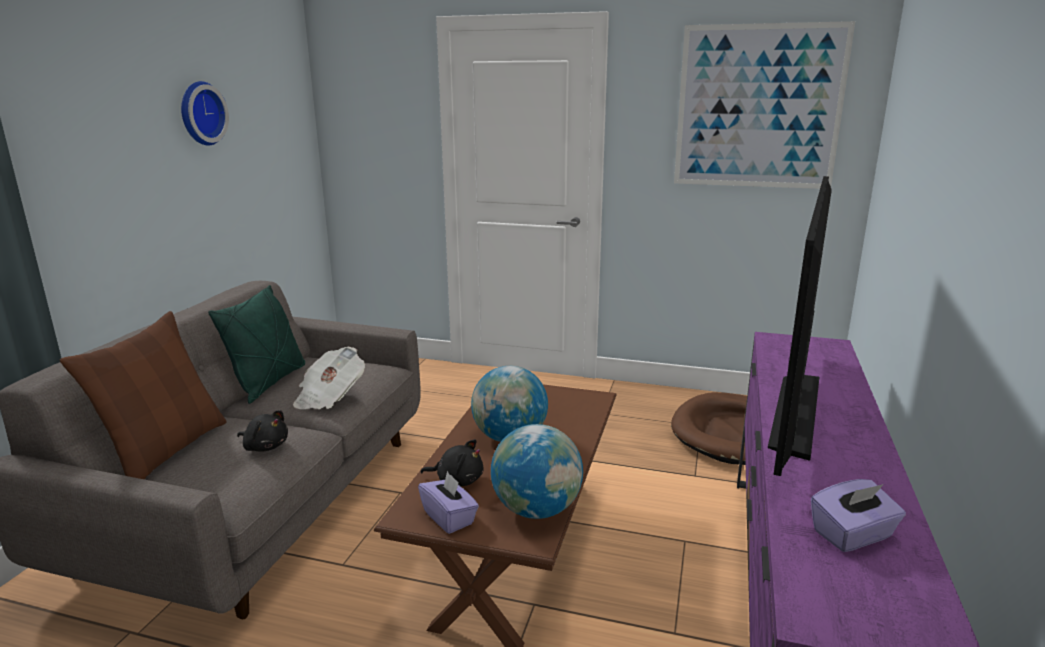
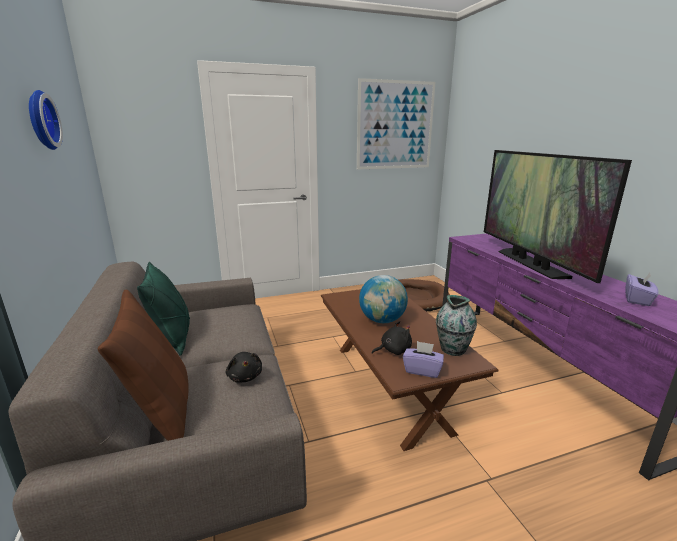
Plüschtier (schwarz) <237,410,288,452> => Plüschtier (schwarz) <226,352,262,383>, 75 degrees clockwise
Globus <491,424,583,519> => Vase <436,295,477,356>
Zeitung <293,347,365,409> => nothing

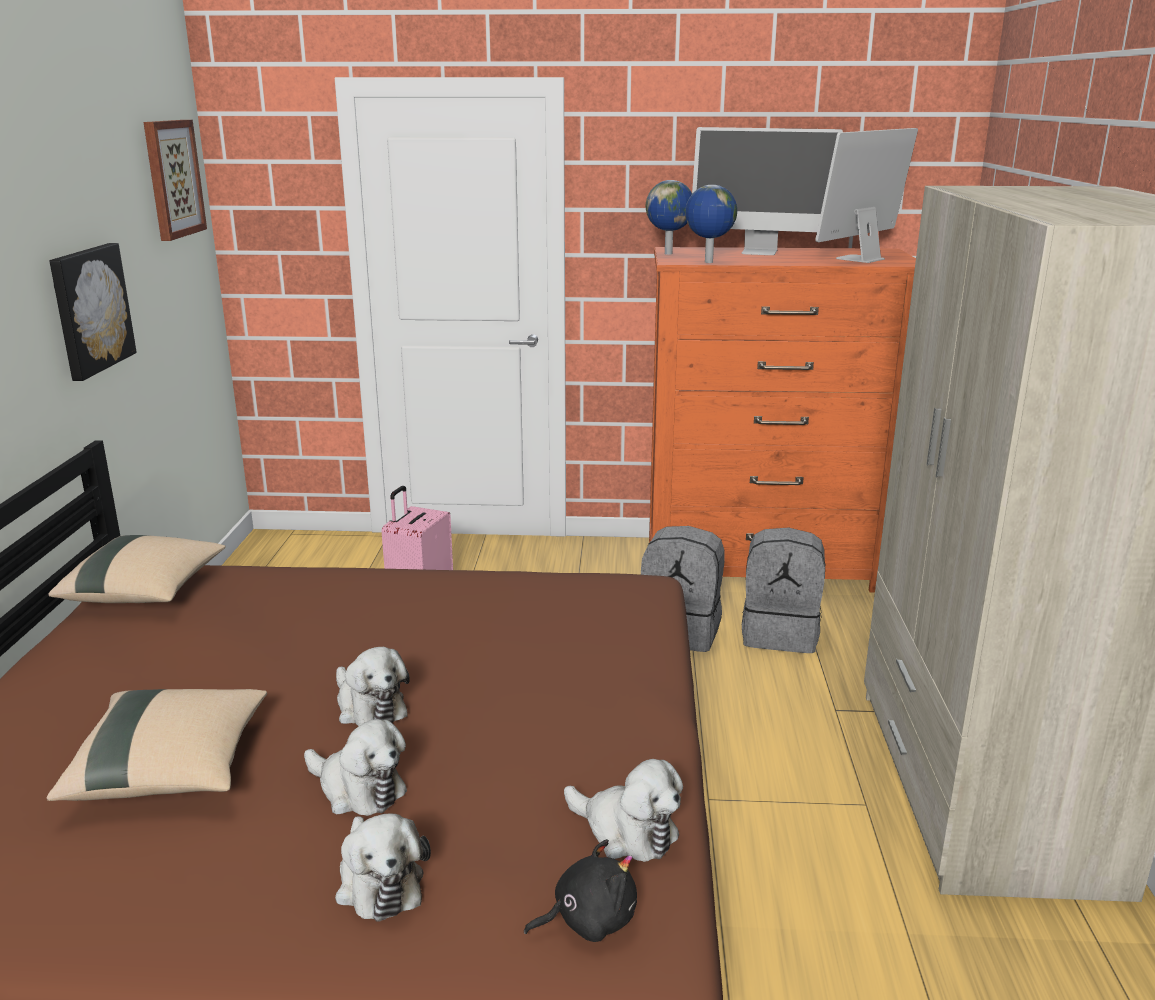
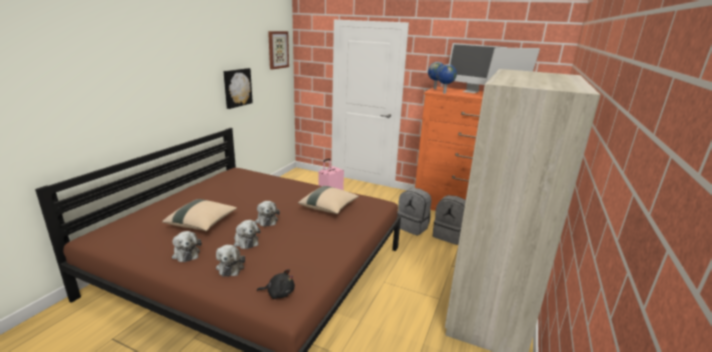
Plüschtier <564,759,683,862> => Plüschtier <172,231,202,262>, relocated
Kissen (beige) <48,535,226,603> => Kissen (beige) <298,186,359,214>, relocated

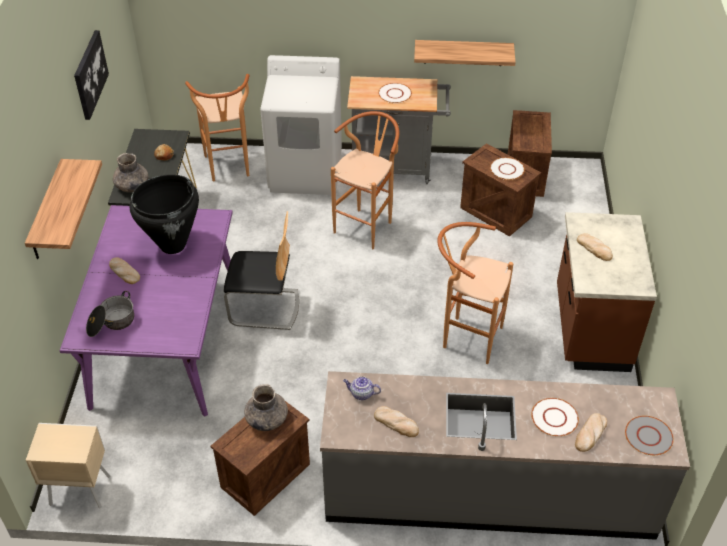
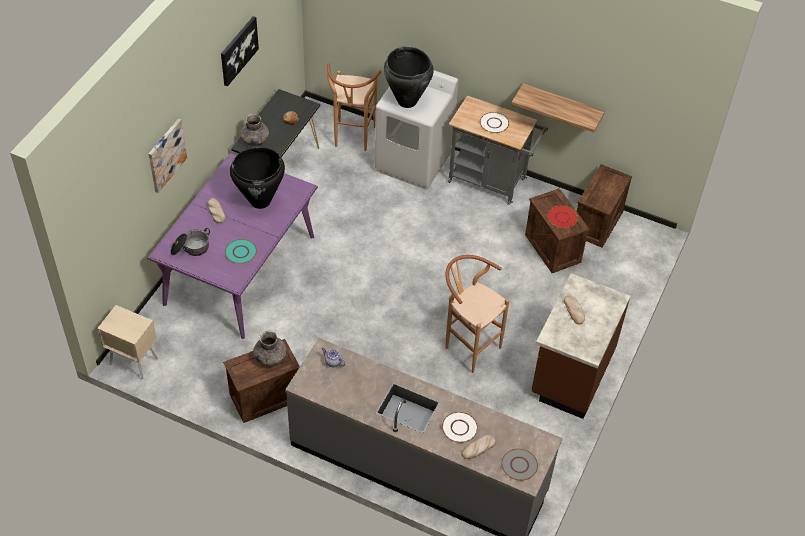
Wandregal <25,159,102,259> => Bild <149,118,187,193>
nothing => Teller (türkis) <225,239,257,264>
nothing => Vase (schwarz) <384,46,434,108>
Teller (weiß) <490,157,525,180> => Teller (rot) <548,205,578,228>
Stuhl <224,211,299,330> => nothing
Hocker (braun) <331,111,399,249> => nothing
Brot <374,406,419,437> => nothing

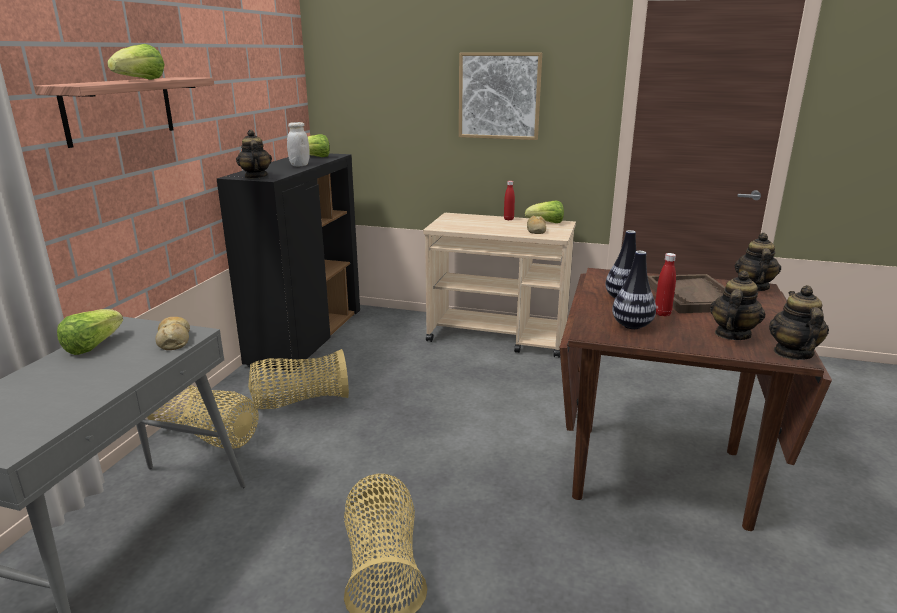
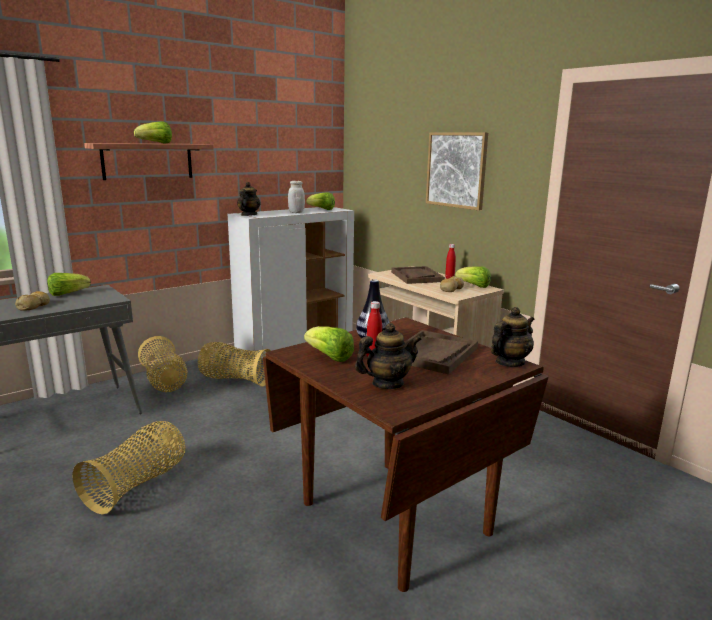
Brot <156,317,190,350> => Brot <15,291,50,311>, relocated
Schrank (schwarz) <217,154,360,373> => Schrank (weiß) <228,207,354,361>
Vase <612,251,656,329> => Salatkopf <304,326,354,362>
nothing => Tablett (braun) <391,266,445,284>
Teekanne <769,285,829,360> => nothing

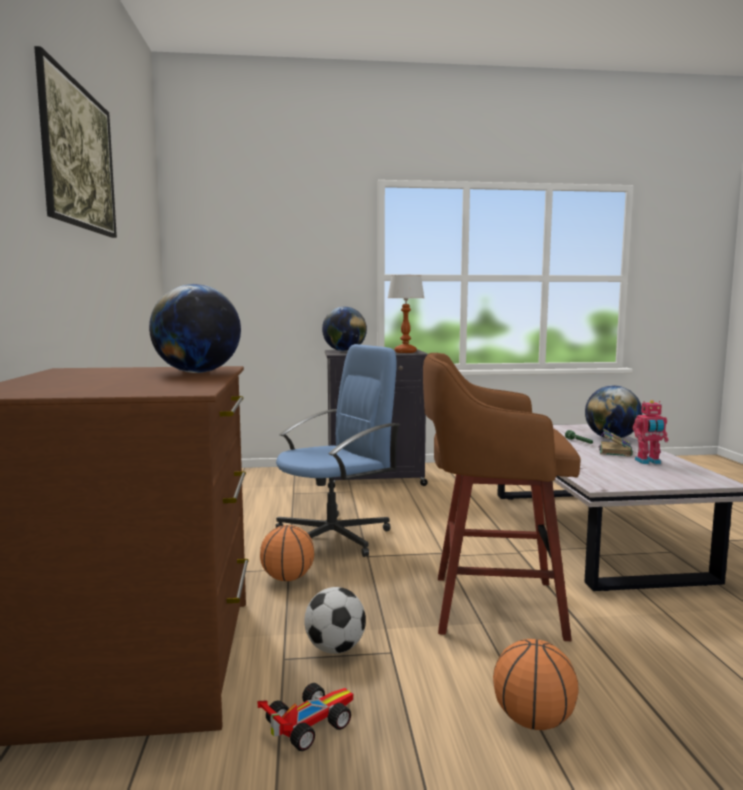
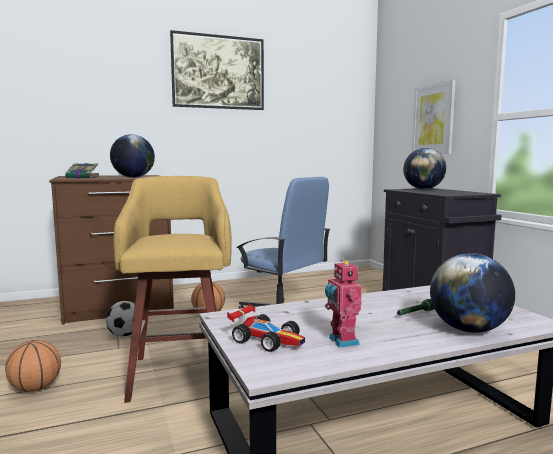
Buch <599,429,633,457> => Buch <65,163,100,178>, relocated
Hocker (braun) <423,353,581,641> => Hocker (gelb) <113,176,232,403>
Spielzeugauto <258,683,354,751> => Spielzeugauto <227,303,305,352>, relocated
nothing => Bild <412,80,456,154>
Tischlampe <388,275,424,353> => nothing

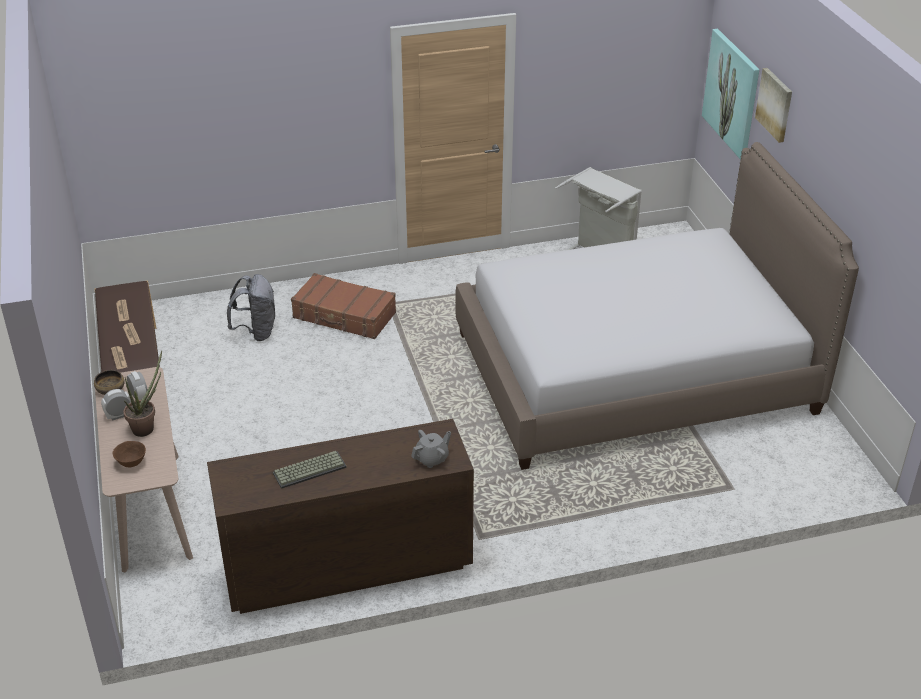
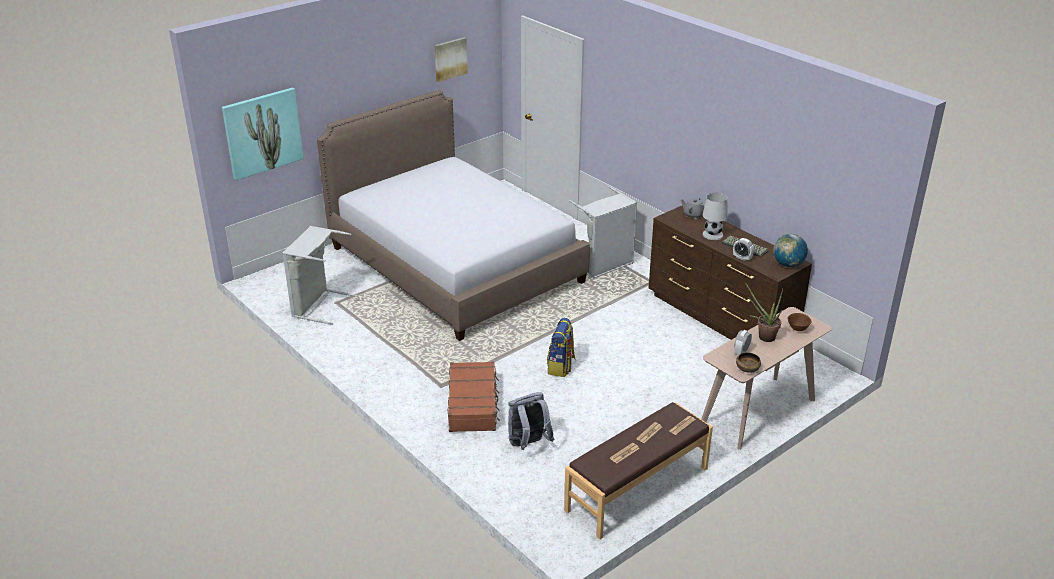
Bild <755,68,792,143> => Bild <434,37,468,82>, relocated
nothing => Rucksack <547,318,576,377>
nothing => Wäschekorb (grau) <569,186,637,279>
nothing => Tischlampe (weiß) <702,193,728,240>
Wecker <101,389,131,421> => Wecker <733,238,754,261>, relocated
nothing => Globus <773,234,808,267>

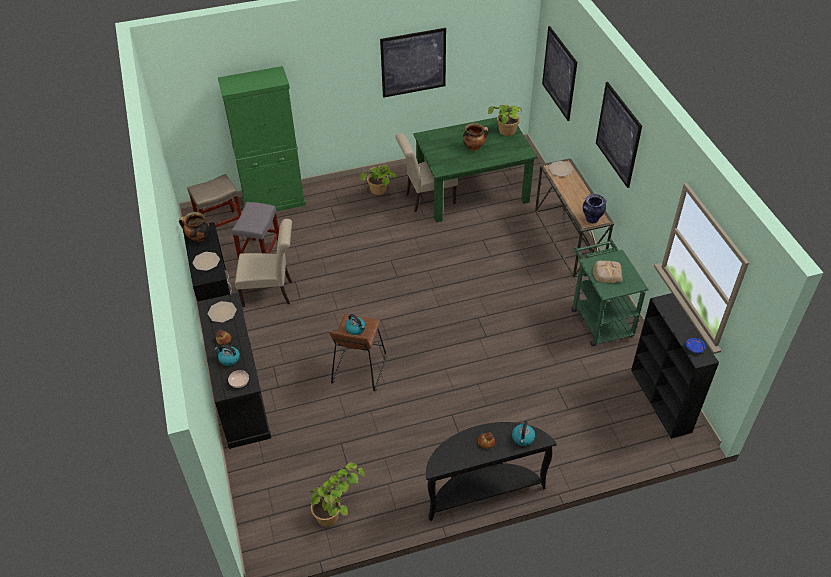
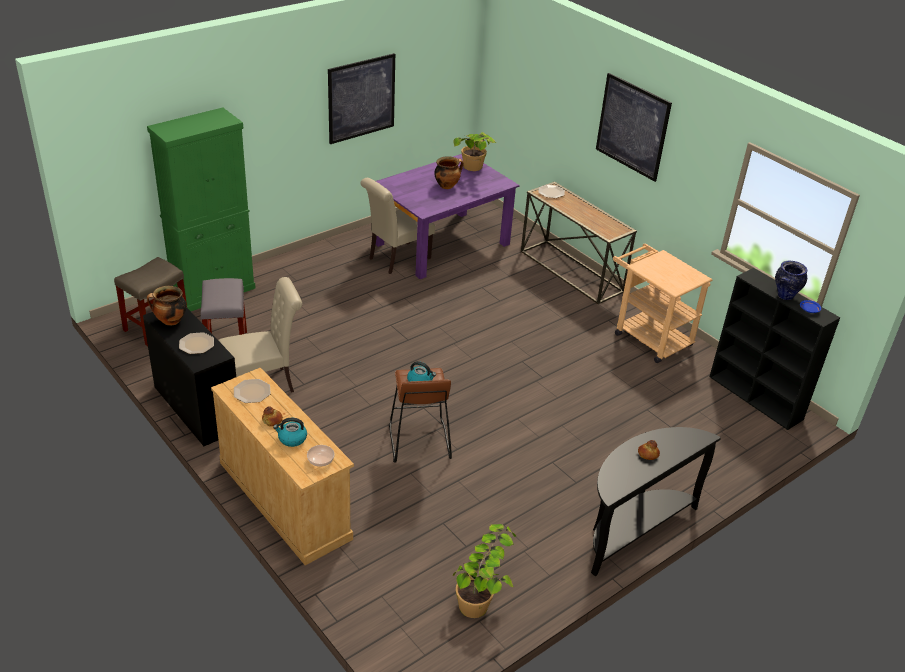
Kommode (schwarz) <197,293,271,449> => Kommode (beige) <211,367,354,565>
Esstisch (grün) <413,117,537,222> => Esstisch (lila) <376,154,520,279>
Rollwagen (grün) <571,239,649,346> => Rollwagen (beige) <613,243,712,363>
Vase <582,194,607,223> => Vase <775,261,807,300>, relocated
Topfpflanze <360,164,396,195> => nothing
Wasserkessel <512,421,535,446> => nothing
Bild <542,26,577,121> => nothing
Brot <593,261,623,283> => nothing

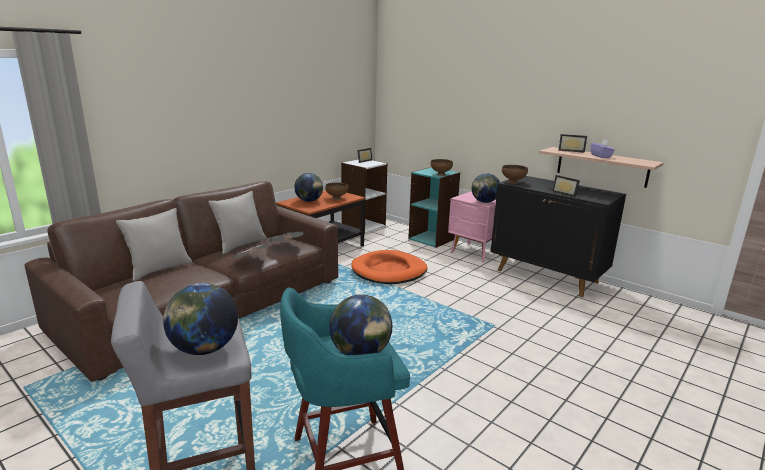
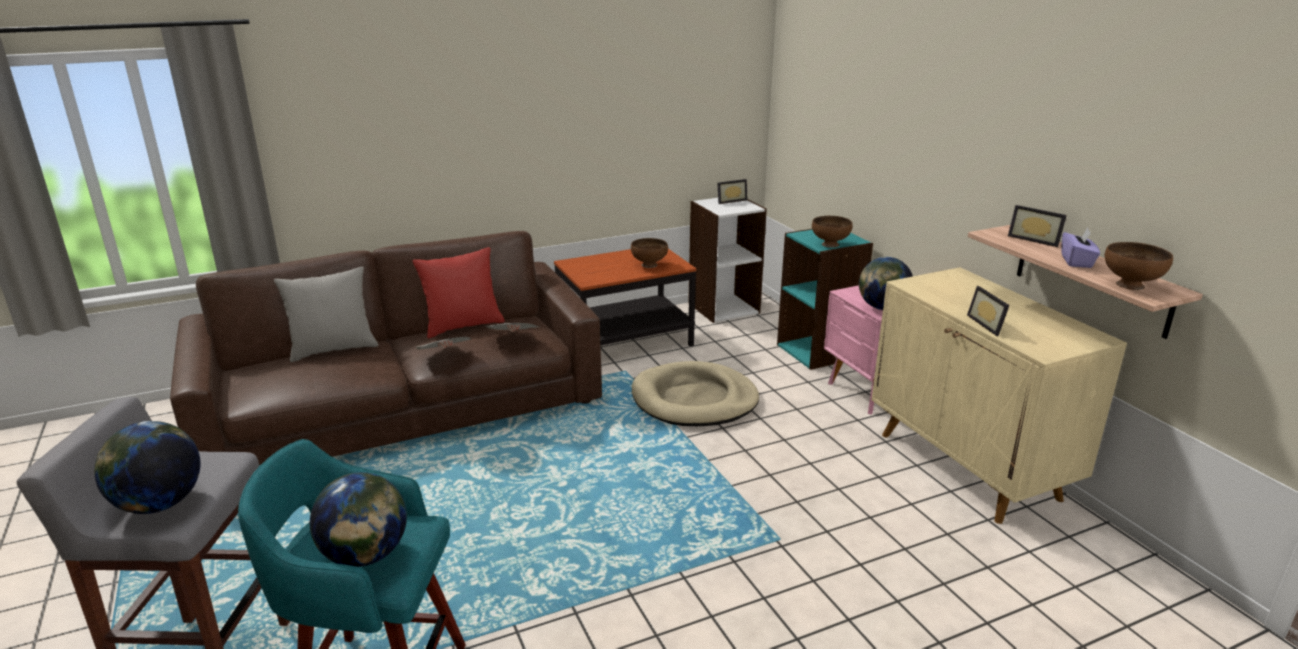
Kissen (grau) <209,191,267,254> => Kissen (rot) <413,247,505,338>
Hundebett (orange) <351,250,427,284> => Hundebett (beige) <632,361,759,426>
Schrank (schwarz) <491,176,626,297> => Schrank (beige) <871,267,1127,524>
Schüssel (braun) <502,165,528,184> => Schüssel (braun) <1105,242,1173,290>, relocated
Globus <294,173,323,202> => nothing

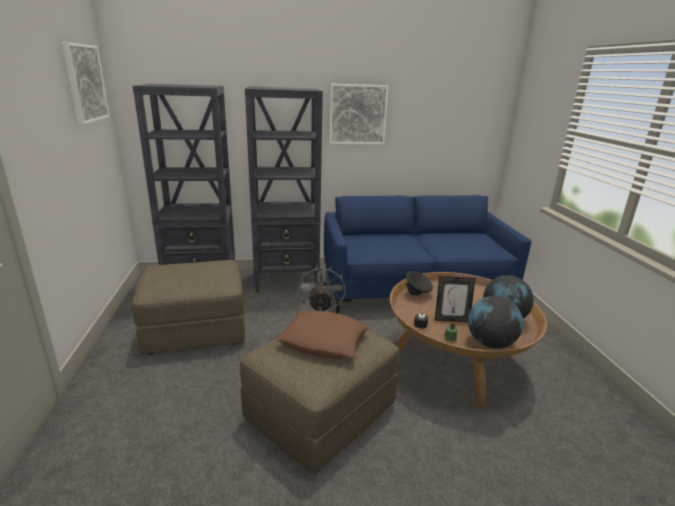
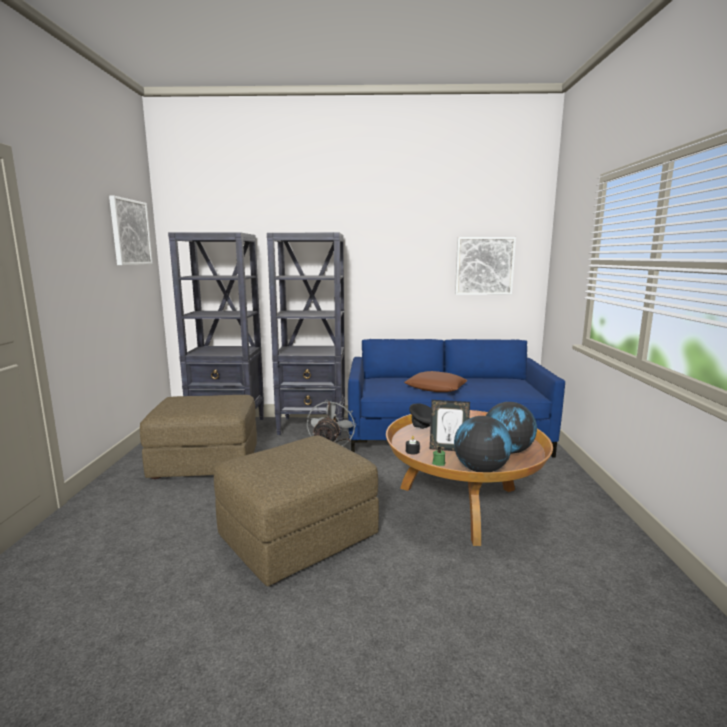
Kissen (braun) <276,310,369,358> => Kissen (braun) <404,371,468,392>, relocated
Bild <329,84,389,145> => Bild <455,237,516,295>, relocated

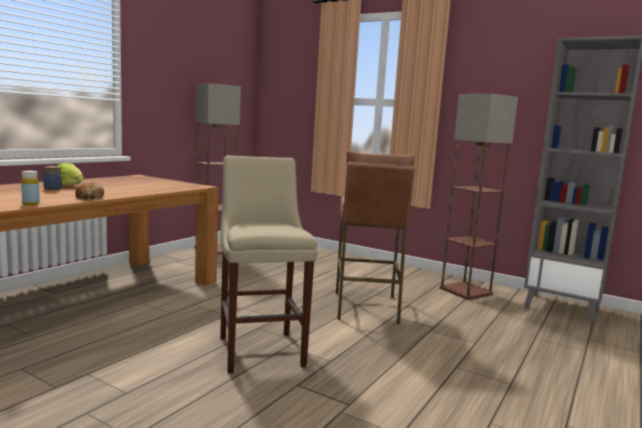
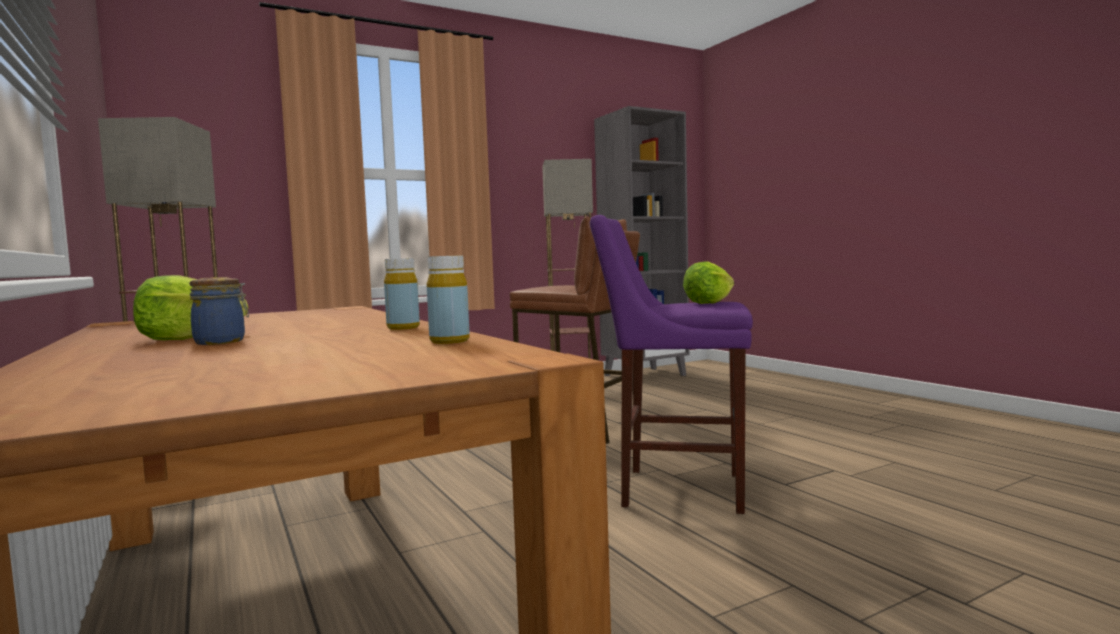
Brot <75,181,104,200> => Flasche (gelb) <384,258,420,330>
Hocker (beige) <220,156,318,374> => Hocker (lila) <590,215,753,514>
nothing => Salatkopf <683,261,734,304>

